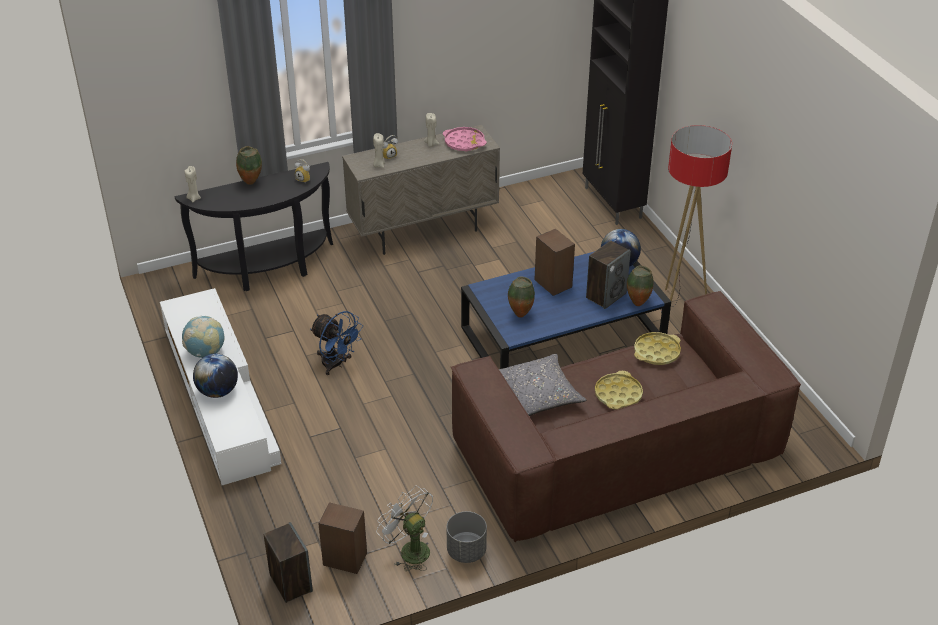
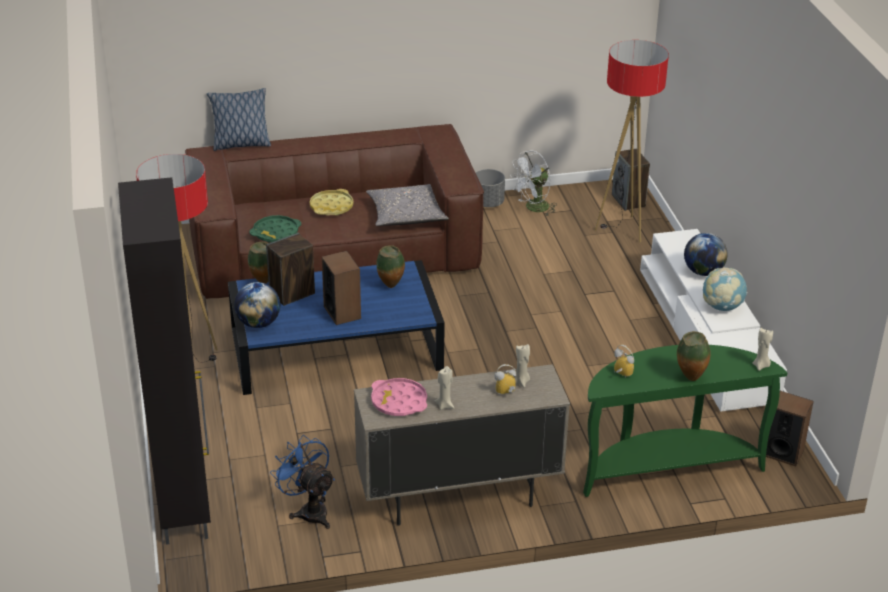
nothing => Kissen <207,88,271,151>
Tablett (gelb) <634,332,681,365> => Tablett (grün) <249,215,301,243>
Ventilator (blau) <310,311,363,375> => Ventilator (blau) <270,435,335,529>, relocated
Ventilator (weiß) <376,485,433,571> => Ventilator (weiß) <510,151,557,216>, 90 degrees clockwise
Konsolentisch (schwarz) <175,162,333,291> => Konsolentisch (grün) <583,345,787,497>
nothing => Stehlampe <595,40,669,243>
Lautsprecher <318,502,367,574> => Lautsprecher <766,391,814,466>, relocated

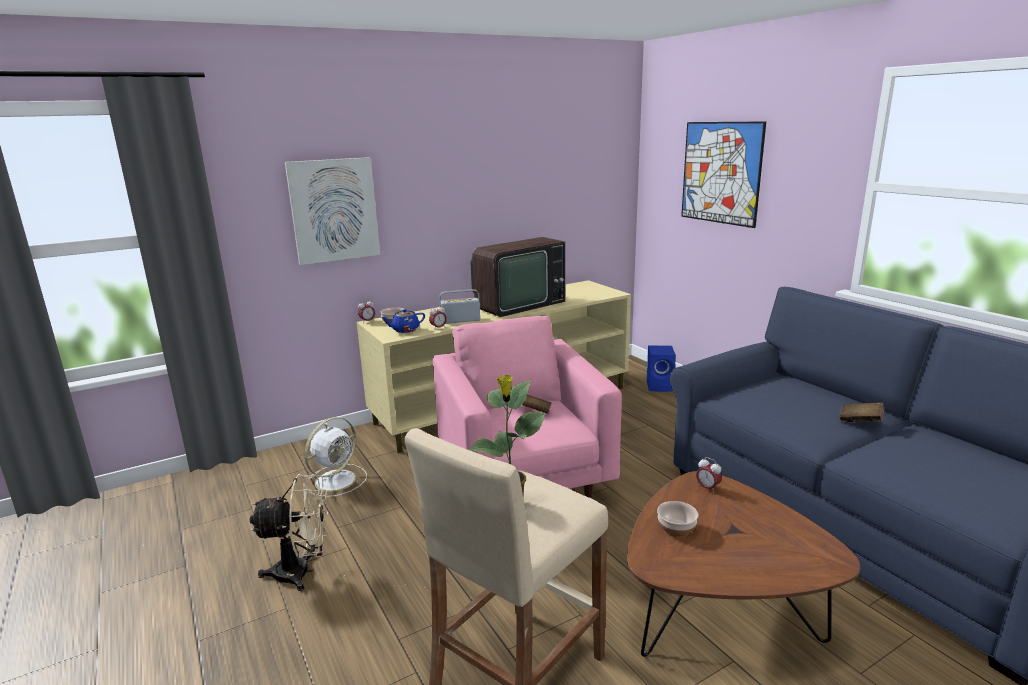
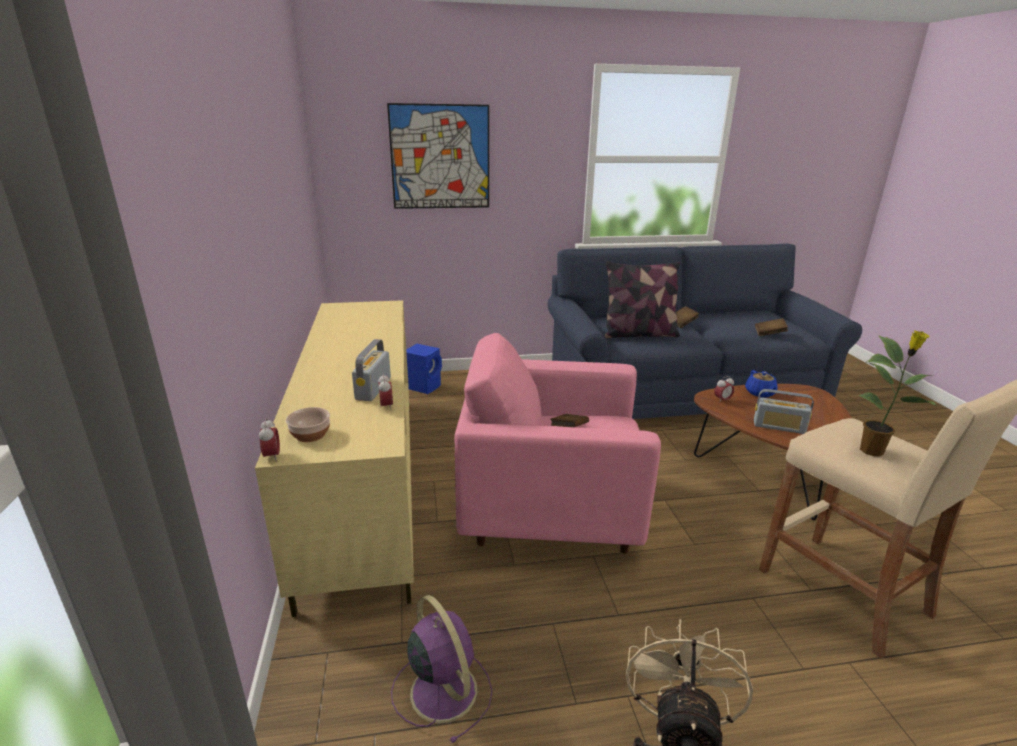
Ventilator (weiß) <303,417,367,497> => Ventilator (lila) <391,595,492,744>
nothing => Kissen <604,261,680,339>
Teekanne (blau) <381,309,425,333> => Teekanne (blau) <745,370,778,398>, relocated
Schüssel <657,501,698,537> => Radio <754,389,814,434>
nothing => Buch (braun) <755,318,788,336>
Bild <285,157,380,265> => nothing
Fernseher <471,237,565,317> => nothing

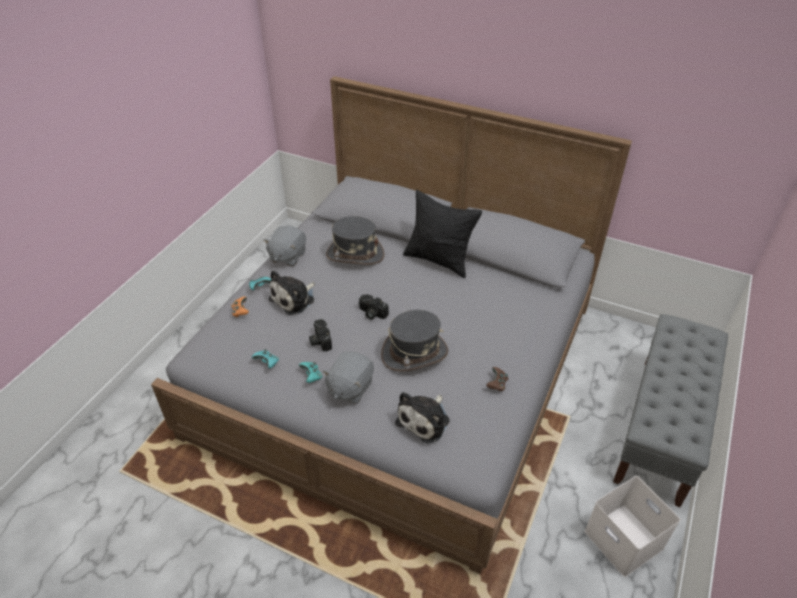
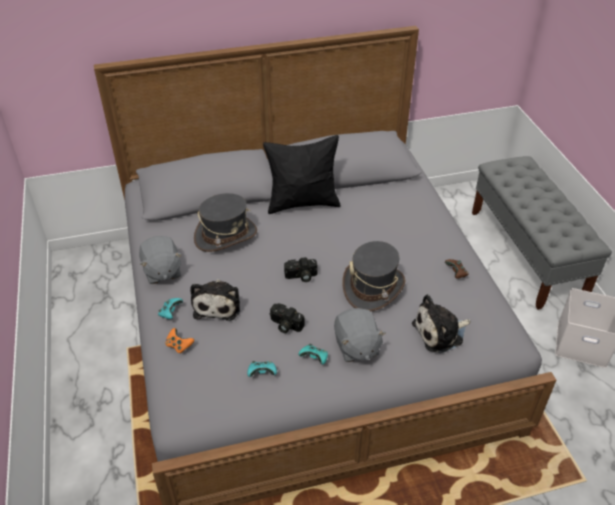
Plüschtier <395,392,450,444> => Plüschtier <412,294,470,353>, 75 degrees clockwise

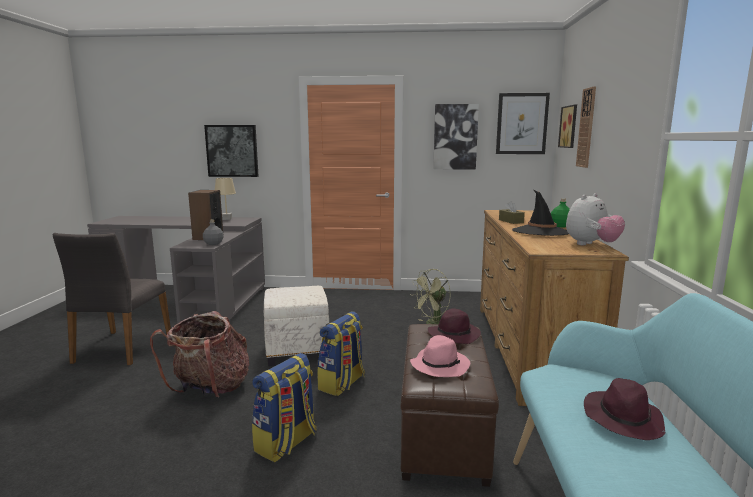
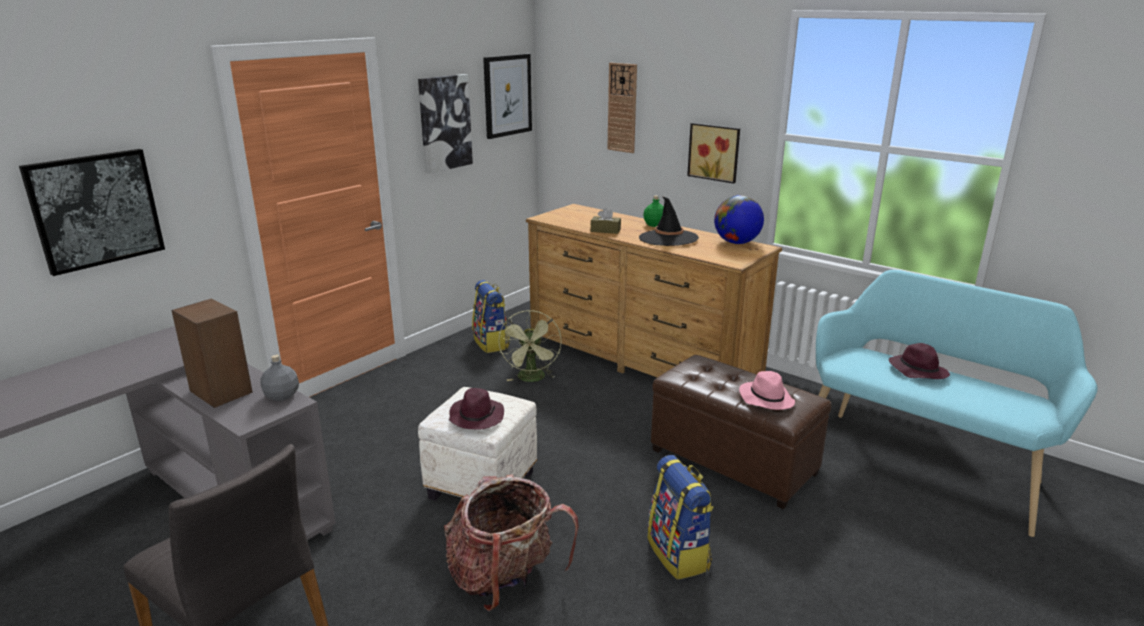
Hut (lila) <428,309,481,344> => Hut (lila) <449,388,504,429>, relocated
Rucksack <317,311,365,396> => Rucksack <472,280,510,353>, relocated
Bild <558,104,577,148> => Bild <687,123,740,184>, relocated
Plüschtier <566,193,625,245> => Globus <714,195,764,244>
Tischlampe (beige) <215,178,236,220> => nothing

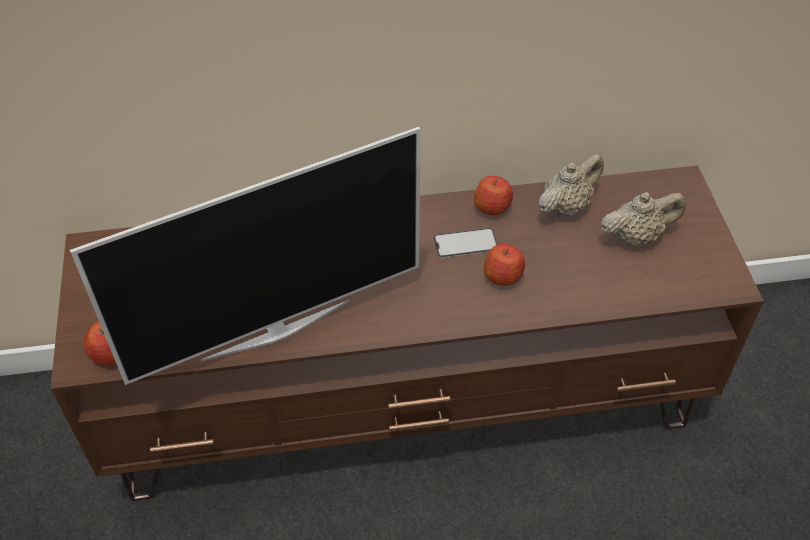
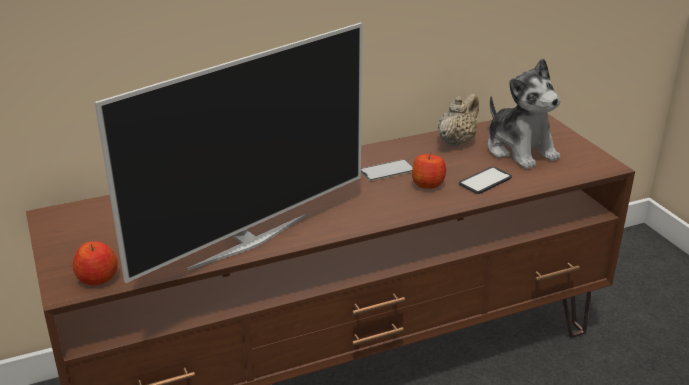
nothing => Handy <459,167,512,194>
Teekanne (beige) <600,192,686,245> => Plüschtier <487,58,561,169>
Apfel <474,176,513,216> => nothing

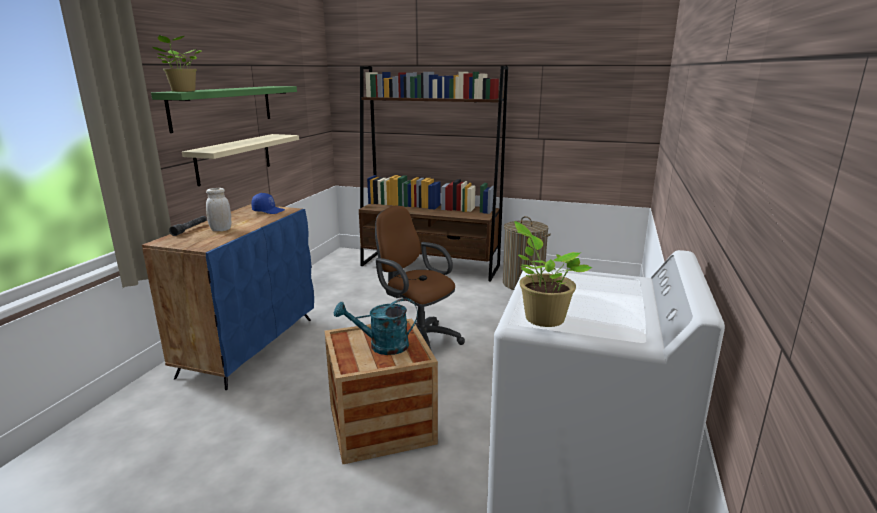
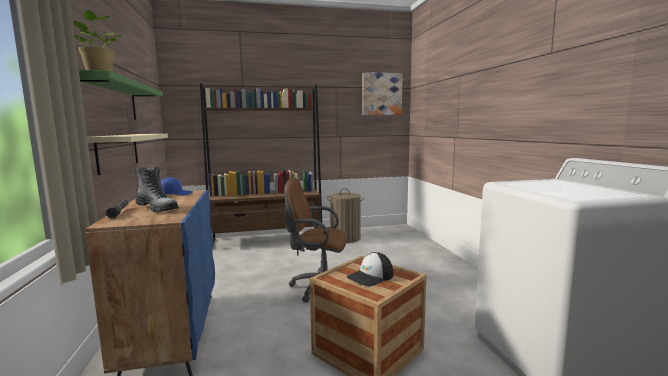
Vorratsglas (weiß) <206,188,231,231> => Stiefel <136,166,179,213>
Gießkanne (türkis) <334,298,418,355> => Kappe <347,252,393,287>
nothing => Bild <363,72,403,115>
Topfpflanze <515,221,592,327> => nothing

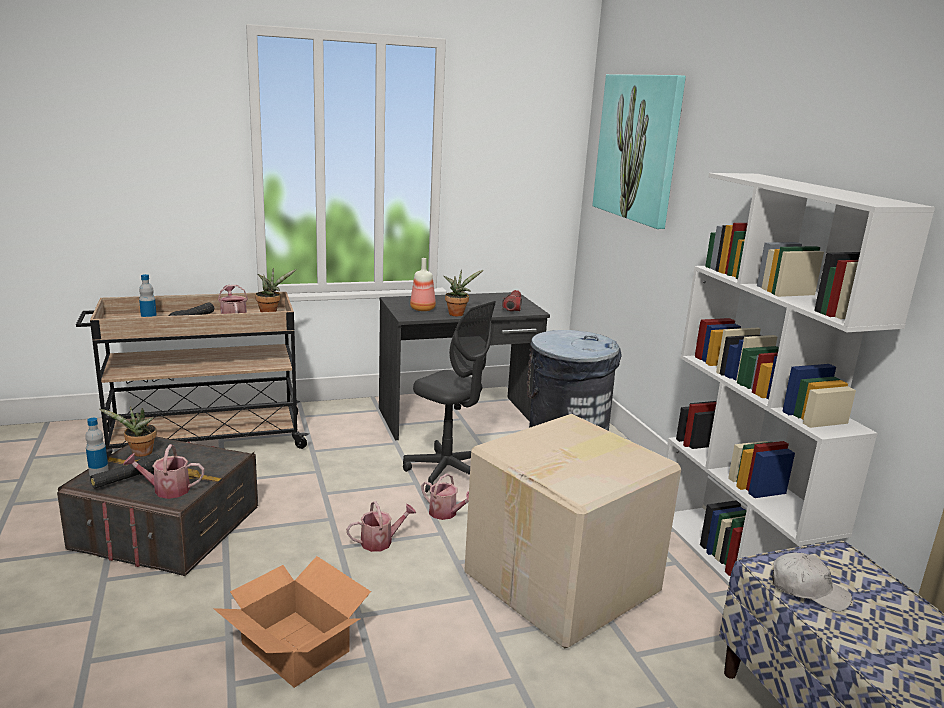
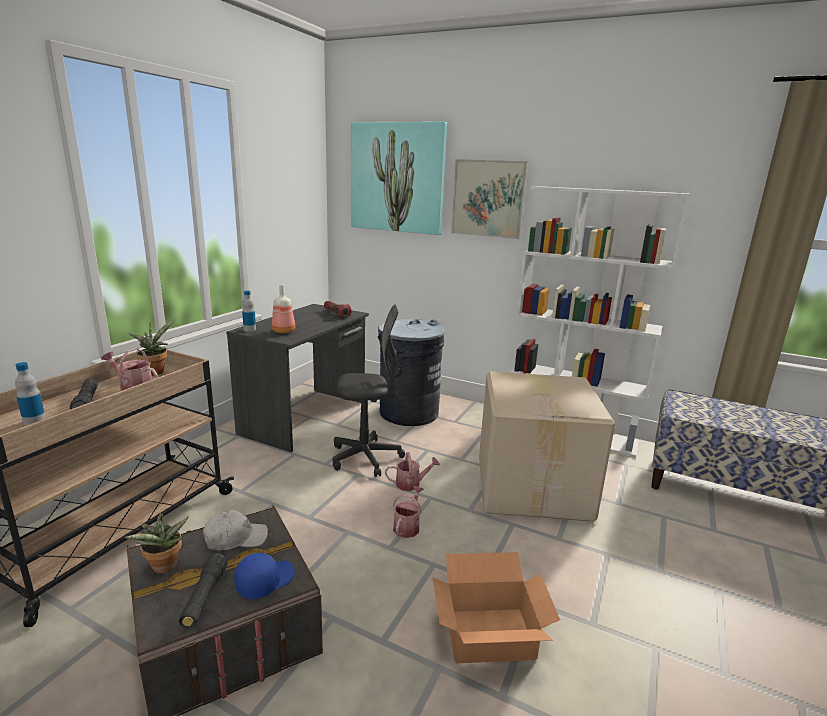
Kappe (weiß) <772,553,852,612> => Kappe (weiß) <203,510,268,550>, relocated
Gießkanne <123,444,204,499> => Kappe (blau) <234,553,295,599>
Flasche <85,418,109,476> => Flasche <242,290,256,332>, relocated
nothing => Bild <451,159,528,239>
Topfpflanze <444,269,483,316> => nothing

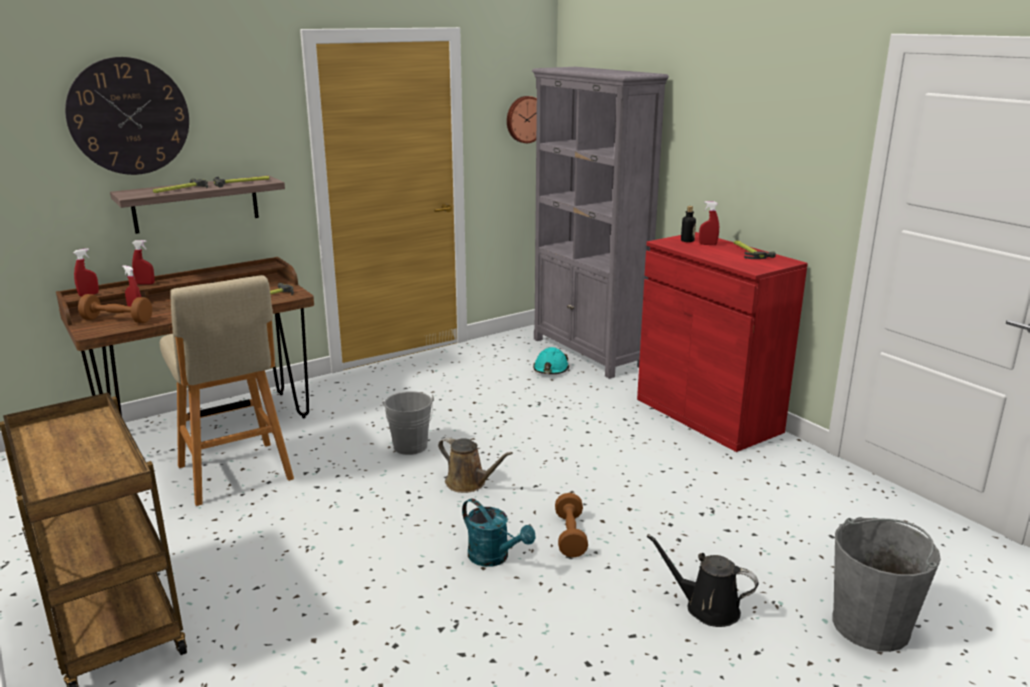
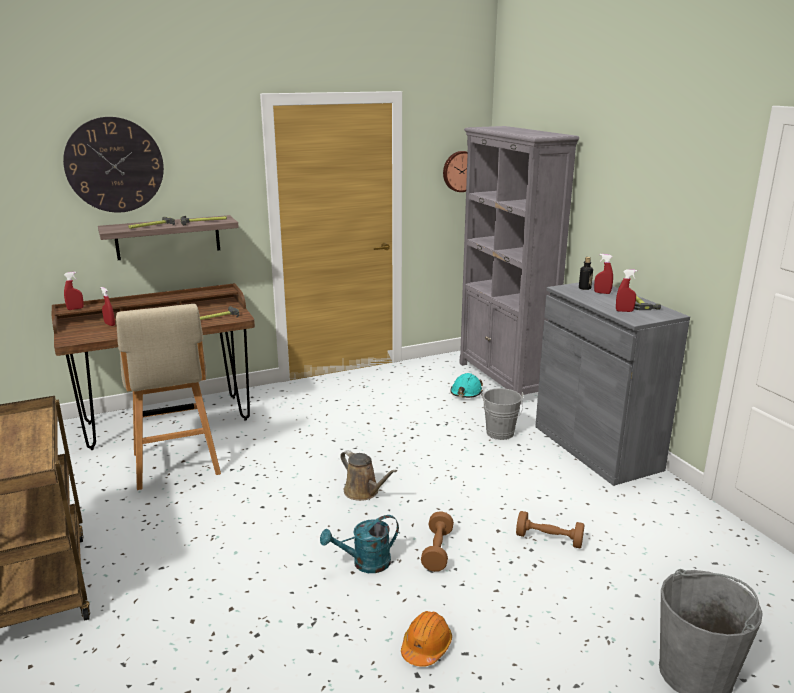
Gießkanne (türkis) <462,498,535,567> => Gießkanne (türkis) <320,515,399,573>, 105 degrees clockwise
nothing => Schutzhelm (orange) <401,611,452,667>
Eimer (grau) <382,391,434,455> => Eimer (grau) <482,388,524,440>, relocated
Hantel (braun) <78,294,152,323> => Hantel (braun) <516,511,584,548>, relocated
Schrank (rot) <637,232,808,452> => Schrank (grau) <535,280,690,486>
Sprühflasche (rot) <132,240,155,285> => Sprühflasche (rot) <616,270,637,312>, relocated
Gießkanne (schwarz) <646,534,758,627> => nothing

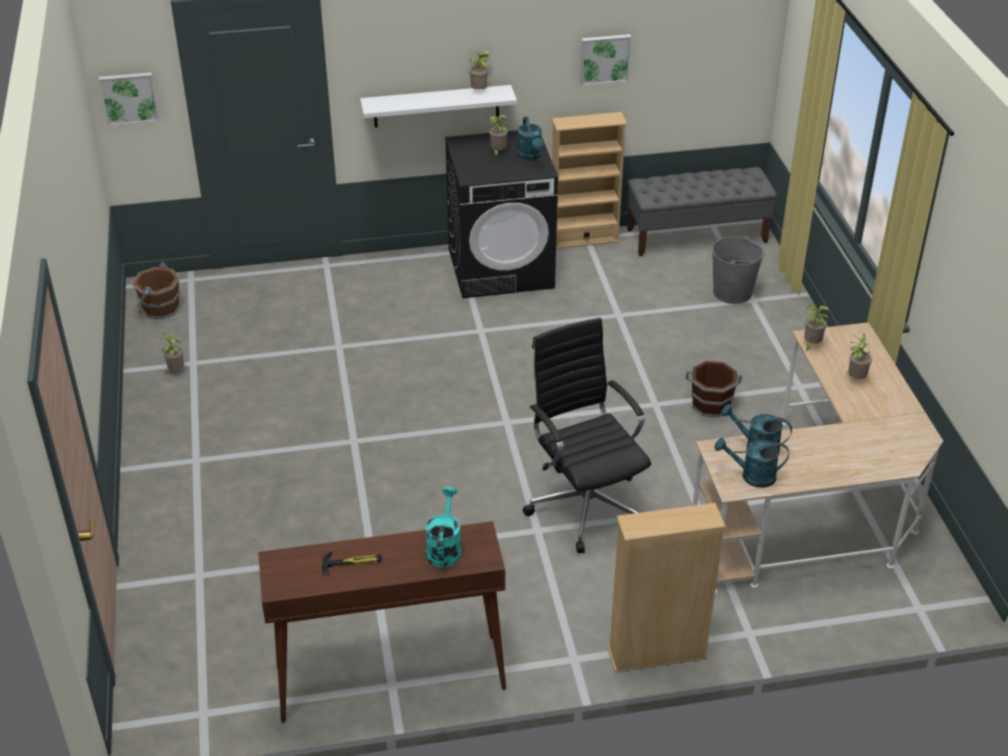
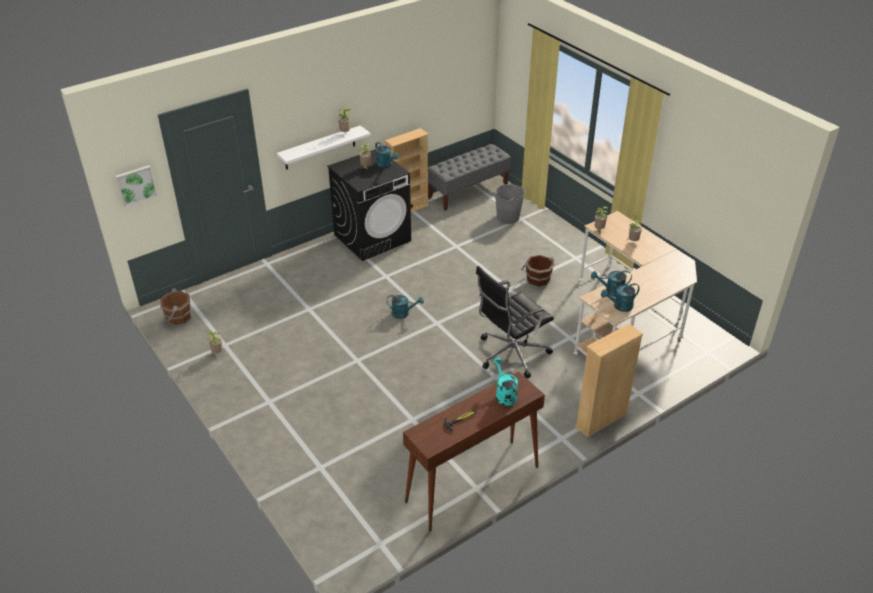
nothing => Gießkanne (türkis) <387,295,424,319>
Bürostuhl (schwarz) <523,318,651,553> => Bürostuhl (schwarz) <476,266,554,378>, 75 degrees counterclockwise
Bild <580,34,632,86> => nothing

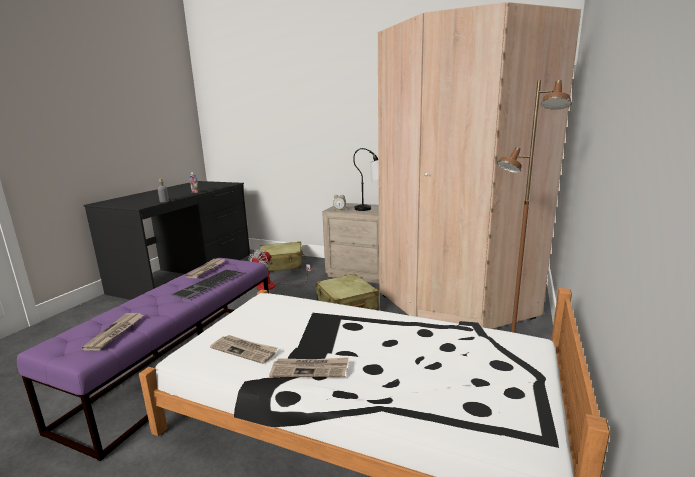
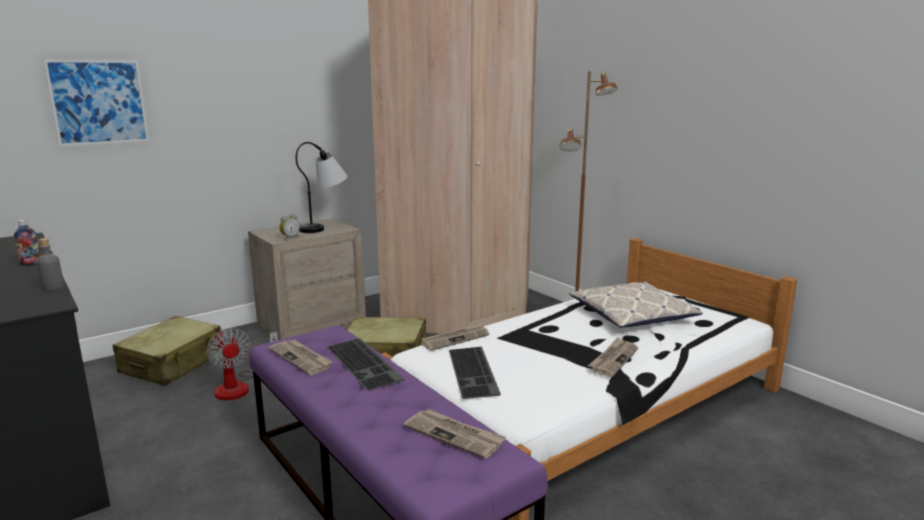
nothing => Bild <43,59,149,147>
Zeitung <210,335,278,364> => Zeitung <421,322,489,351>, relocated
nothing => Tastatur <449,347,501,399>
nothing => Kissen <569,281,703,328>

